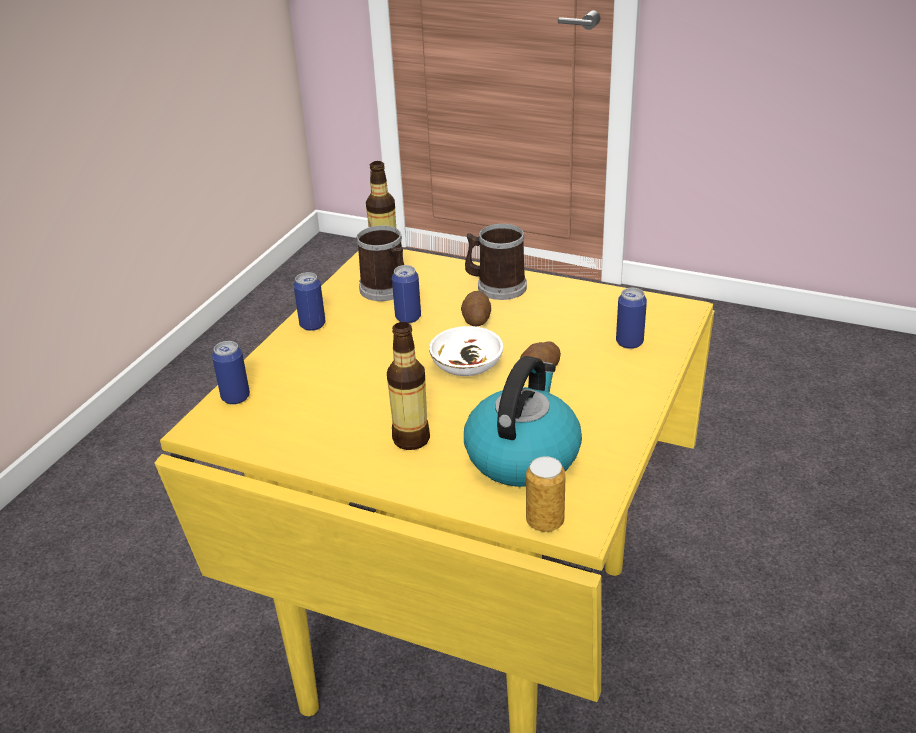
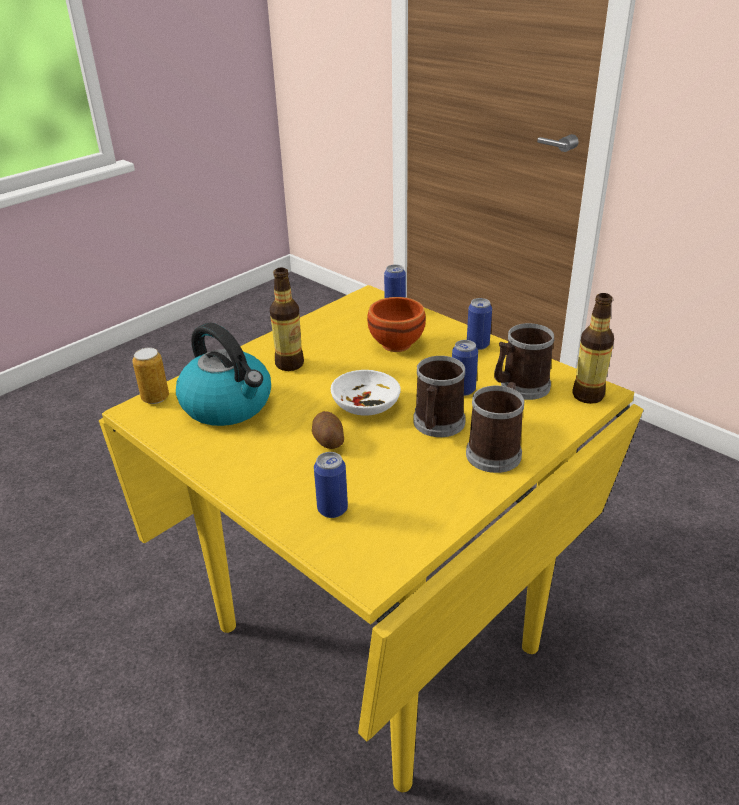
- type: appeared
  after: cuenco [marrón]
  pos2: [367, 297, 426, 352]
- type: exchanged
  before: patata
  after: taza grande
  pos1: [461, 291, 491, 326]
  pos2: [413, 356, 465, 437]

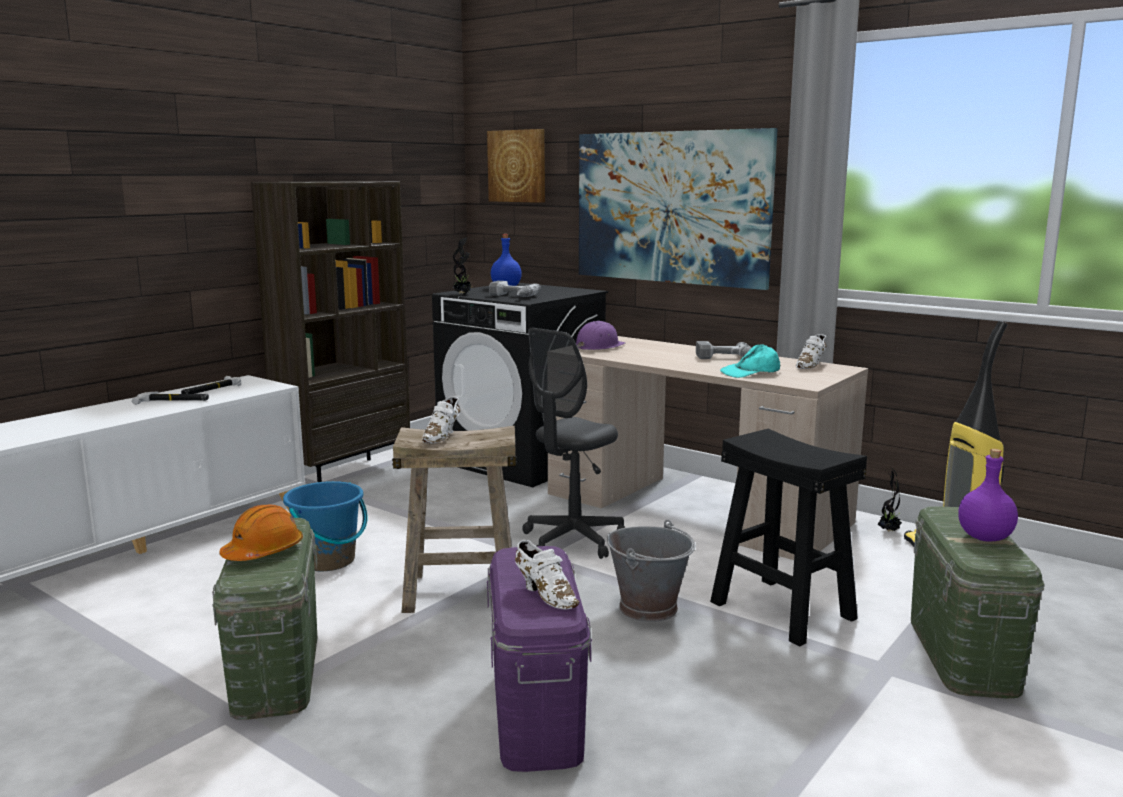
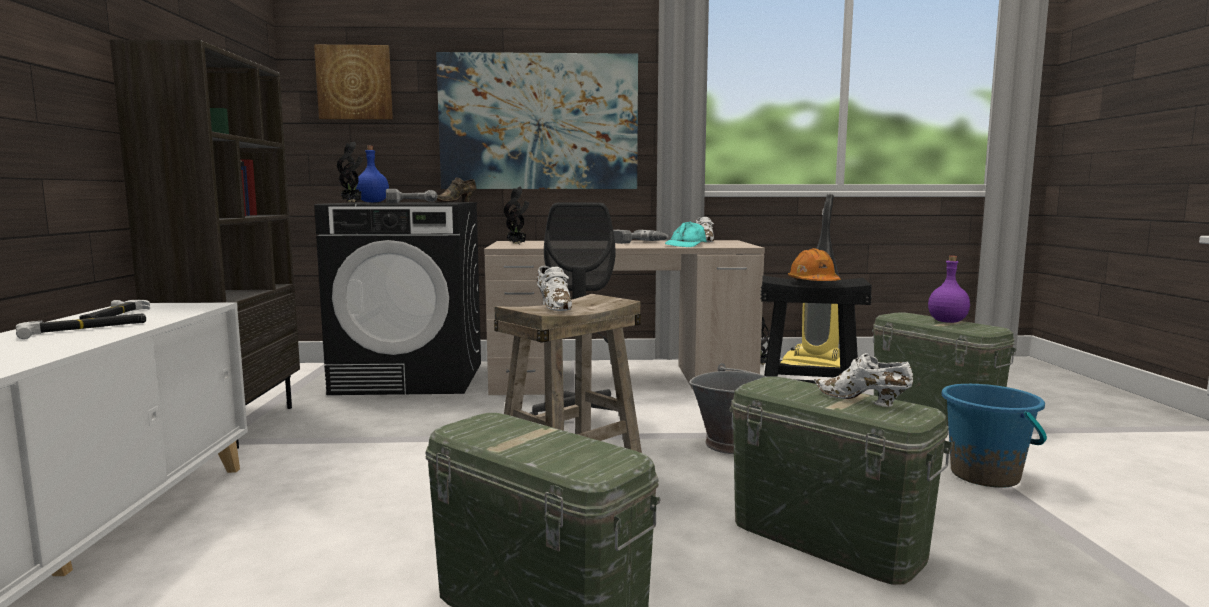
- type: appeared
  after: zapato [marrón]
  pos2: [437, 177, 476, 202]
- type: relocated
  before: casco [naranja]
  pos1: [220, 505, 303, 561]
  pos2: [788, 248, 841, 281]
- type: relocated
  before: cubo [azul]
  pos1: [283, 481, 367, 571]
  pos2: [942, 384, 1047, 488]
- type: exchanged
  before: casco [morado]
  after: planta en maceta
  pos1: [576, 321, 626, 350]
  pos2: [504, 187, 529, 244]
- type: colour
  before: caja de almacenaje [morado]
  after: caja de almacenaje [verde]
  pos1: [487, 546, 592, 772]
  pos2: [729, 376, 953, 585]
- type: spun
  before: zapato [blanco]
  pos1: [515, 540, 579, 610]
  pos2: [814, 353, 913, 407]
  turn: -150

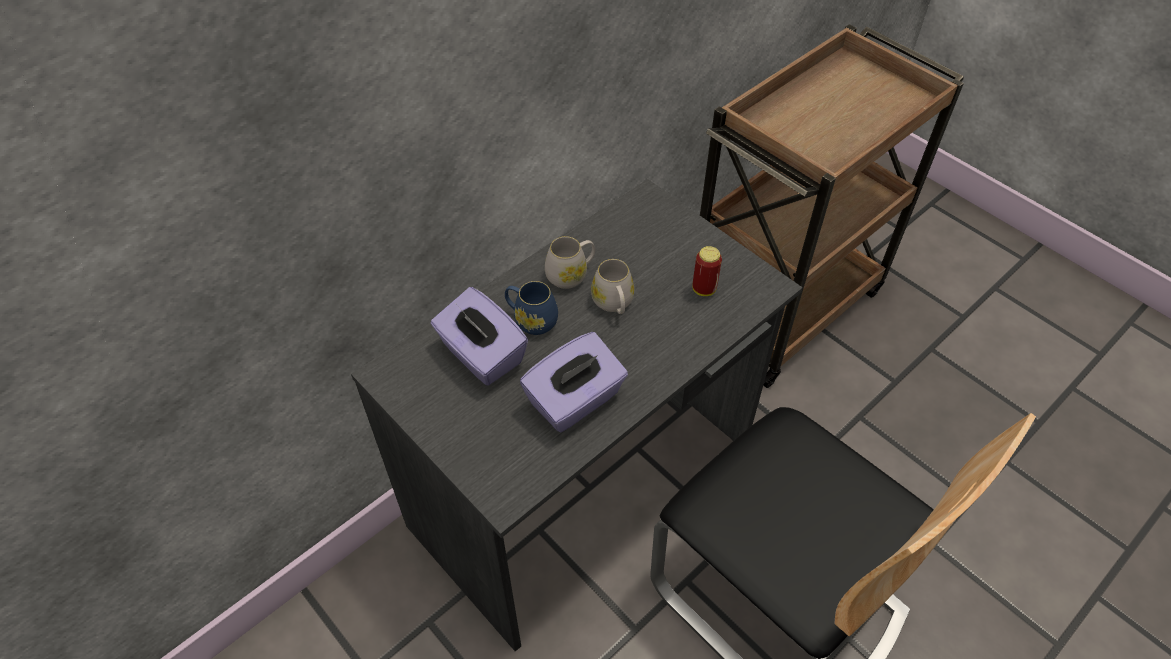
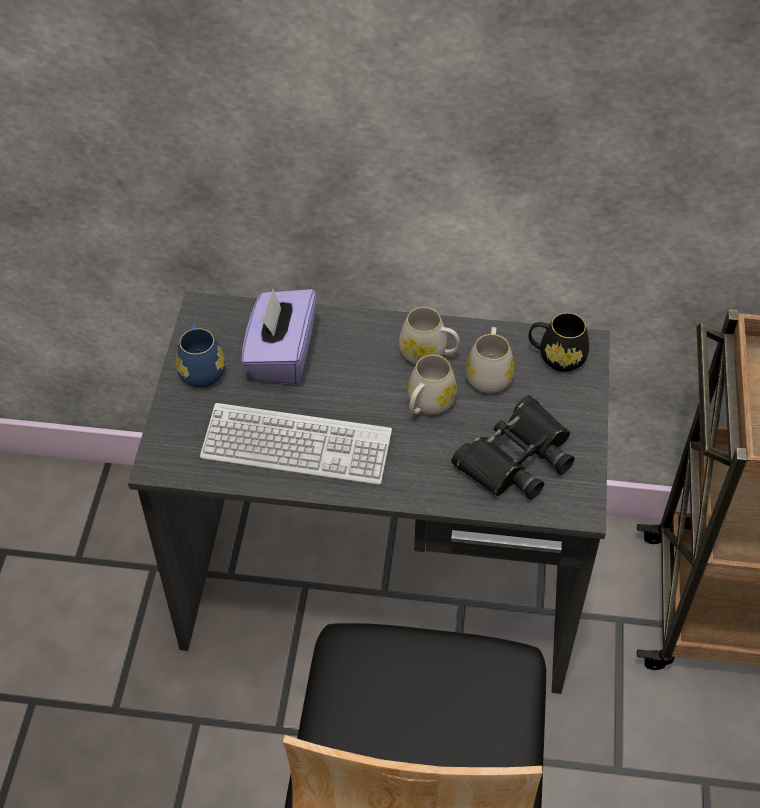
- type: appeared
  after: taza grande [blanco]
  pos2: [466, 327, 515, 393]
- type: appeared
  after: taza grande [negro]
  pos2: [529, 313, 589, 372]
- type: relocated
  before: taza grande [azul]
  pos1: [505, 281, 558, 335]
  pos2: [176, 322, 225, 388]
- type: exchanged
  before: caja de pañuelos [morado]
  after: teclado
  pos1: [520, 332, 628, 432]
  pos2: [200, 403, 392, 485]
- type: exchanged
  before: lata
  after: prismáticos [negro]
  pos1: [692, 246, 722, 296]
  pos2: [451, 395, 574, 500]

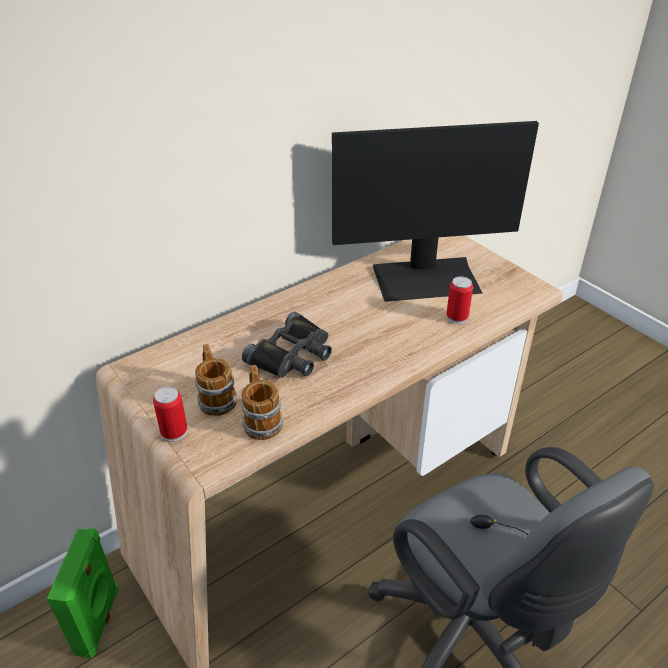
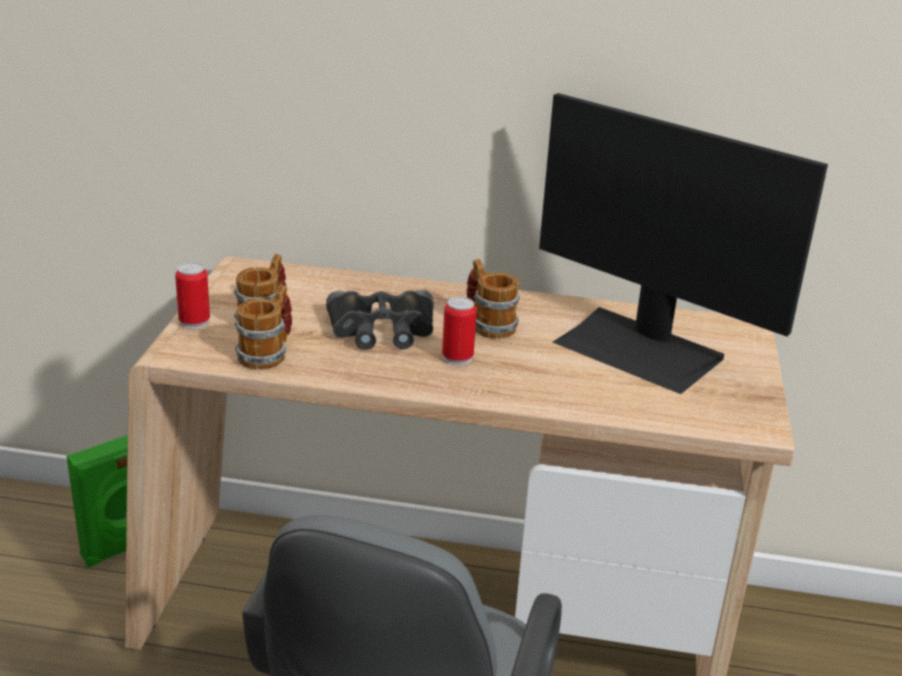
- type: appeared
  after: taza grande
  pos2: [466, 259, 520, 338]
- type: relocated
  before: lata
  pos1: [446, 276, 473, 324]
  pos2: [442, 297, 477, 365]

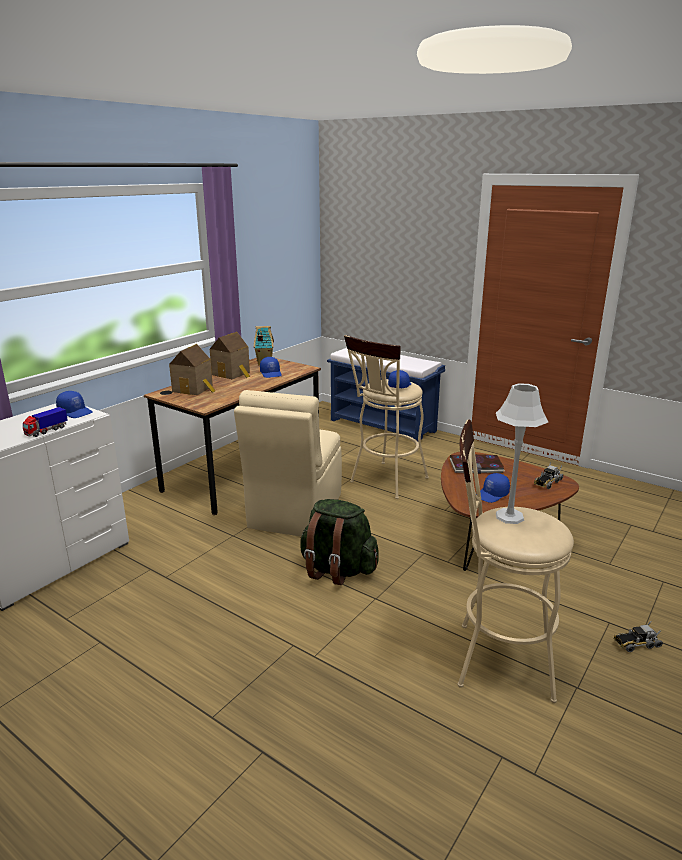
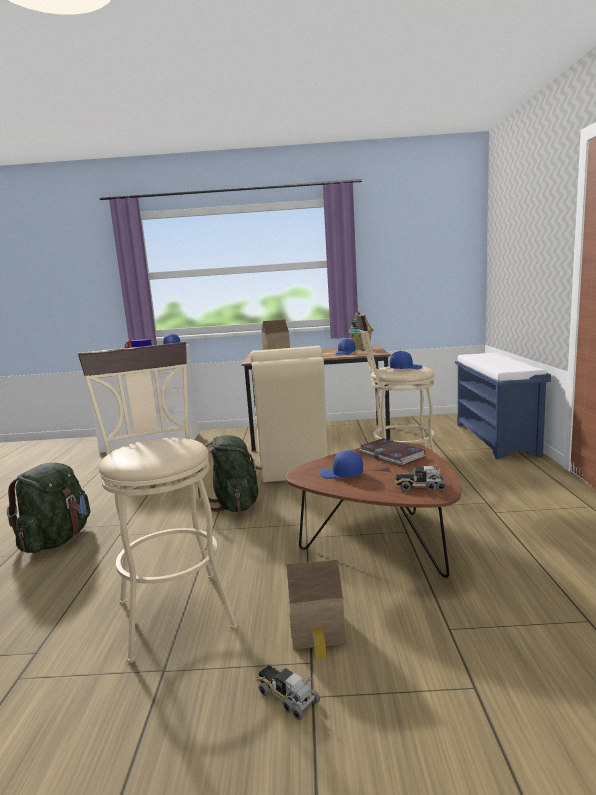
- type: missing
  before: lámpara de mesa [gris]
  pos1: [496, 383, 548, 524]
- type: appeared
  after: mochila [verde]
  pos2: [7, 463, 90, 553]
- type: relocated
  before: casita
  pos1: [210, 332, 250, 379]
  pos2: [287, 559, 345, 660]
- type: spun
  before: silla [beis]
  pos1: [234, 390, 342, 536]
  pos2: [250, 346, 328, 482]
  turn: -75

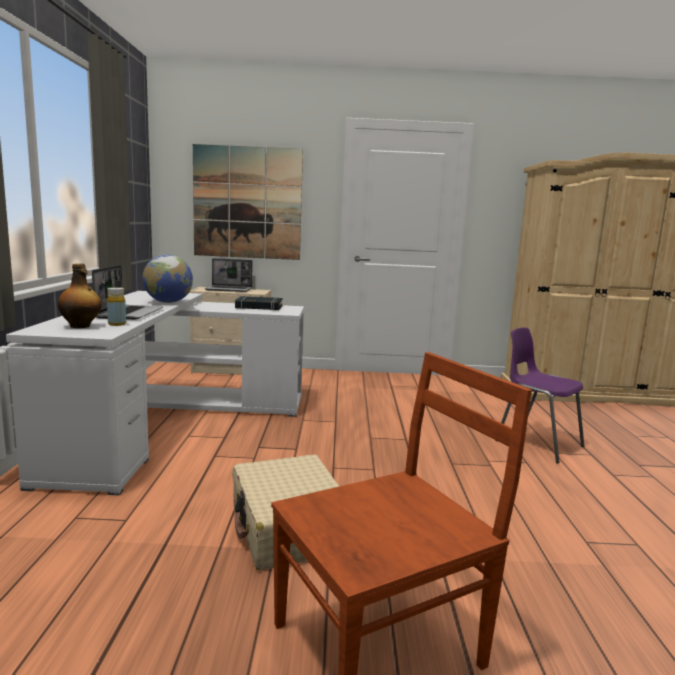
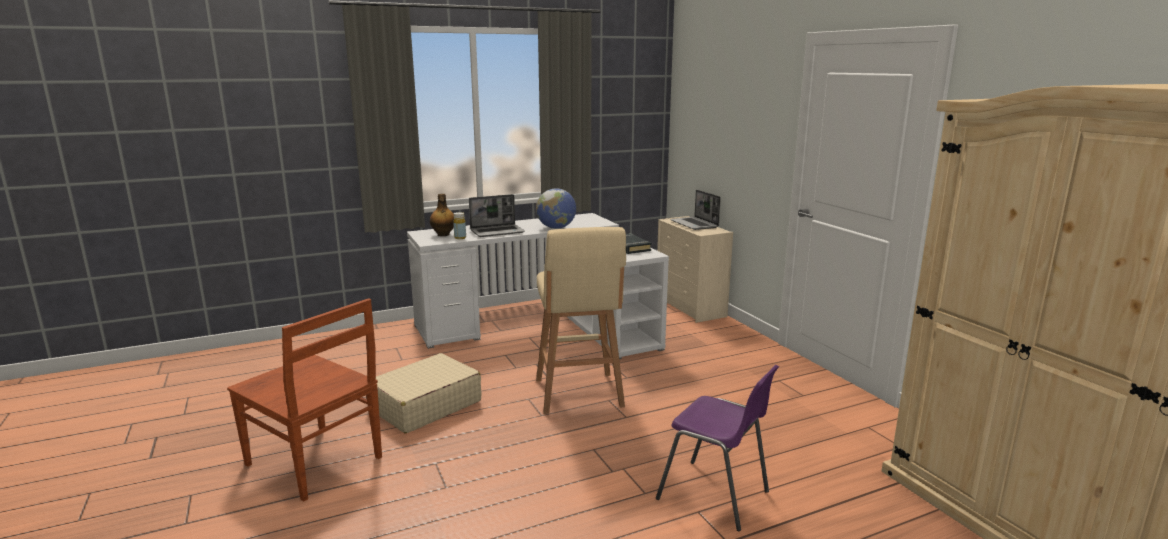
- type: missing
  before: cuadro
  pos1: [193, 144, 303, 260]
- type: appeared
  after: taburete [beis]
  pos2: [536, 227, 626, 414]
- type: spun
  before: silla [morado]
  pos1: [495, 327, 584, 463]
  pos2: [656, 365, 779, 531]
  turn: 105

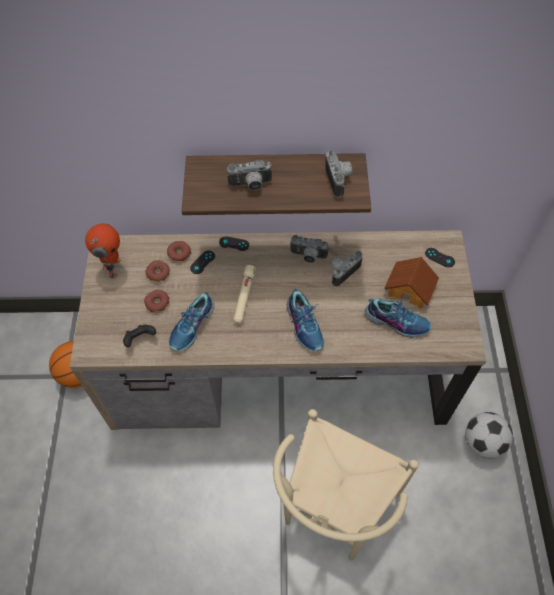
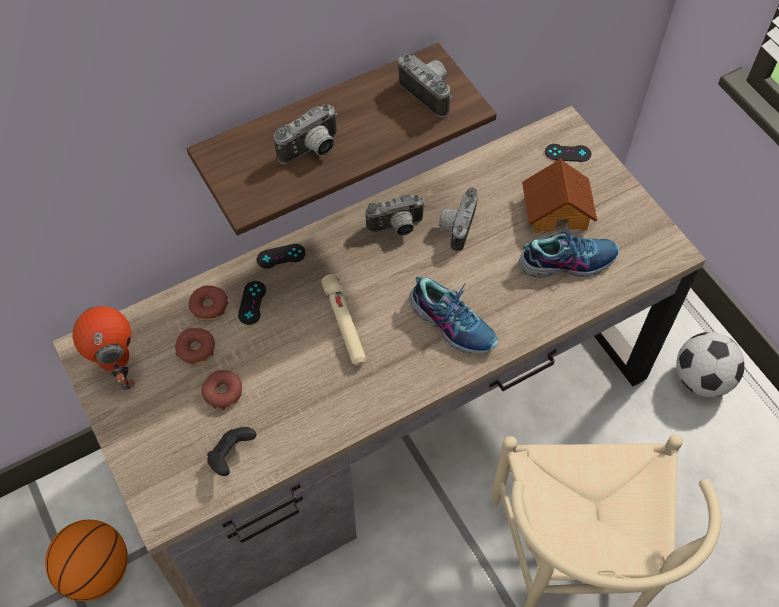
- type: missing
  before: zapato
  pos1: [169, 292, 214, 351]

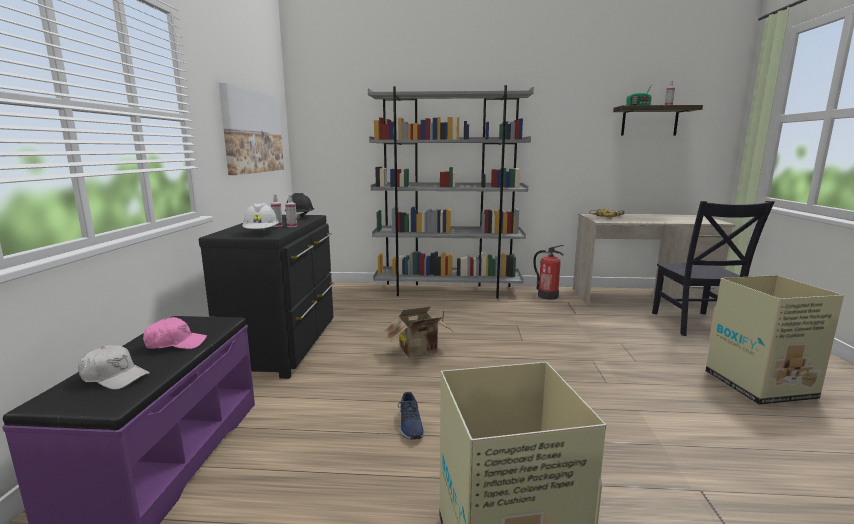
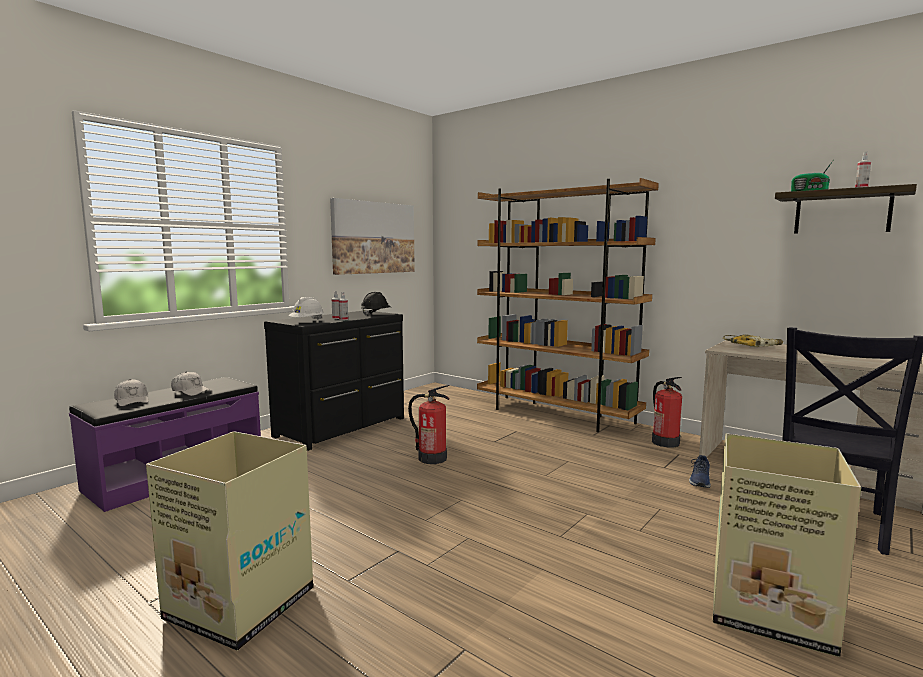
- type: relocated
  before: zapato [azul]
  pos1: [398, 392, 424, 440]
  pos2: [689, 455, 711, 488]
- type: exchanged
  before: caja de cartón
  after: extintor
  pos1: [383, 306, 454, 357]
  pos2: [408, 385, 450, 464]
- type: colour
  before: gorra [rosa]
  after: gorra [blanco]
  pos1: [143, 317, 207, 349]
  pos2: [171, 372, 212, 396]
- type: colour
  before: estantería [gris]
  after: estantería [marrón]
  pos1: [368, 85, 534, 298]
  pos2: [477, 178, 659, 432]

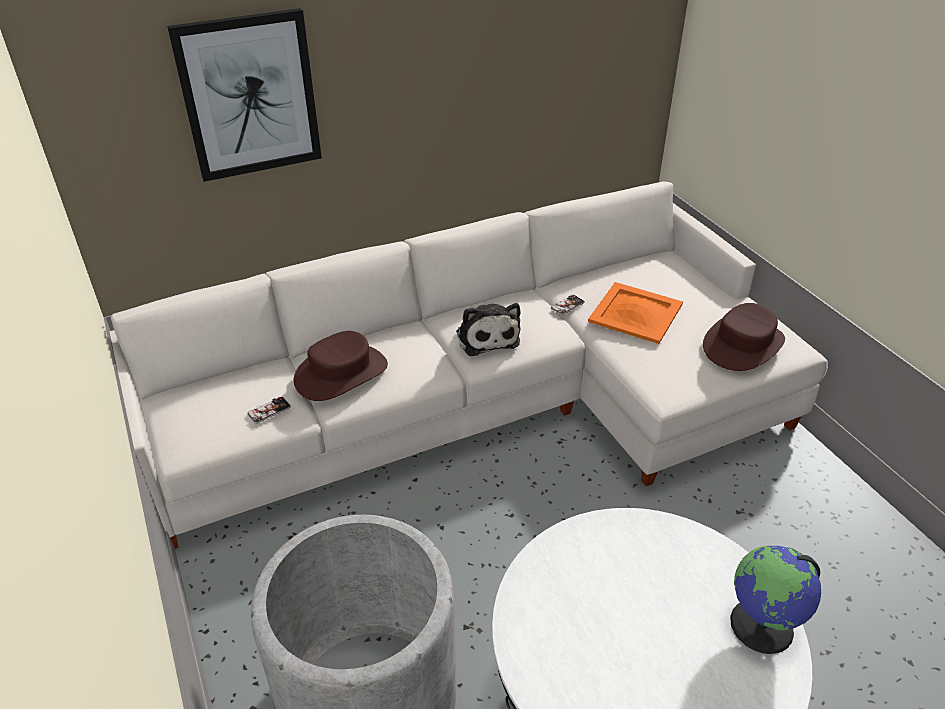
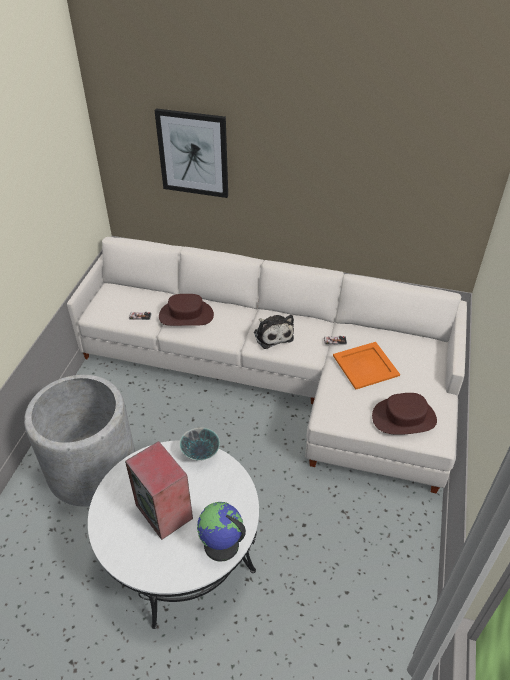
- type: appeared
  after: altavoz
  pos2: [125, 441, 193, 540]
- type: appeared
  after: cuenco
  pos2: [180, 427, 220, 461]
- type: spun
  before: peluche
  pos1: [456, 303, 520, 357]
  pos2: [254, 315, 294, 349]
  turn: -45

